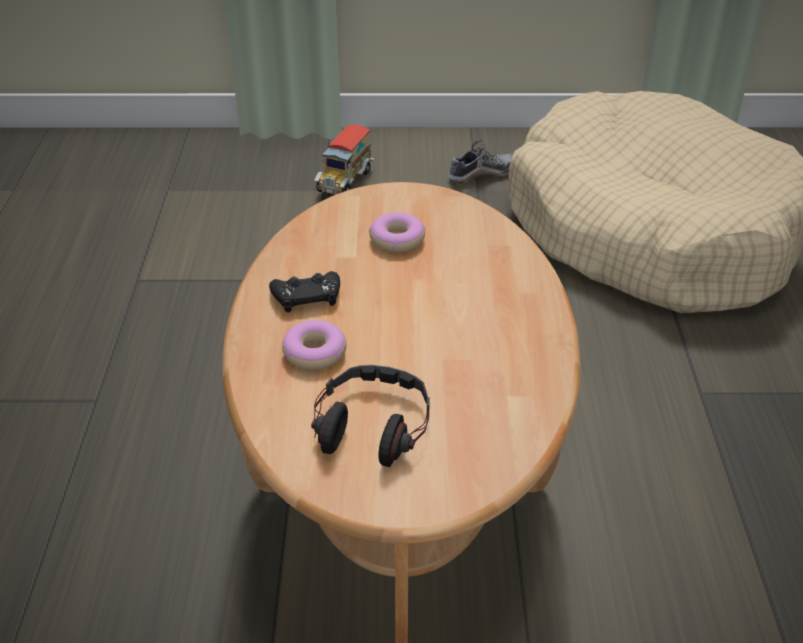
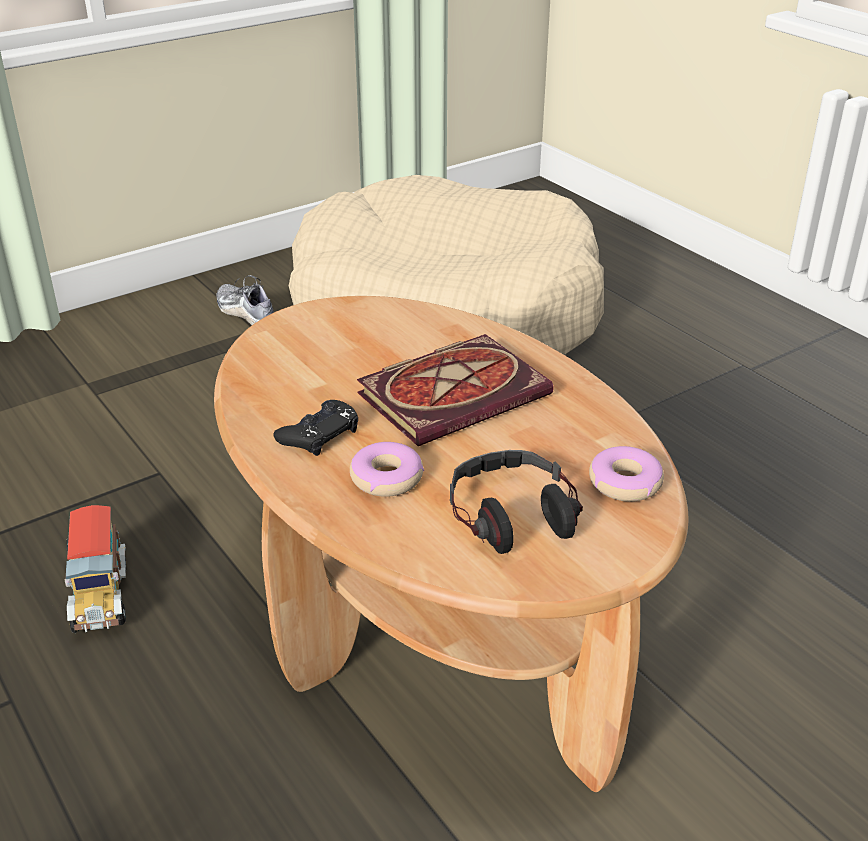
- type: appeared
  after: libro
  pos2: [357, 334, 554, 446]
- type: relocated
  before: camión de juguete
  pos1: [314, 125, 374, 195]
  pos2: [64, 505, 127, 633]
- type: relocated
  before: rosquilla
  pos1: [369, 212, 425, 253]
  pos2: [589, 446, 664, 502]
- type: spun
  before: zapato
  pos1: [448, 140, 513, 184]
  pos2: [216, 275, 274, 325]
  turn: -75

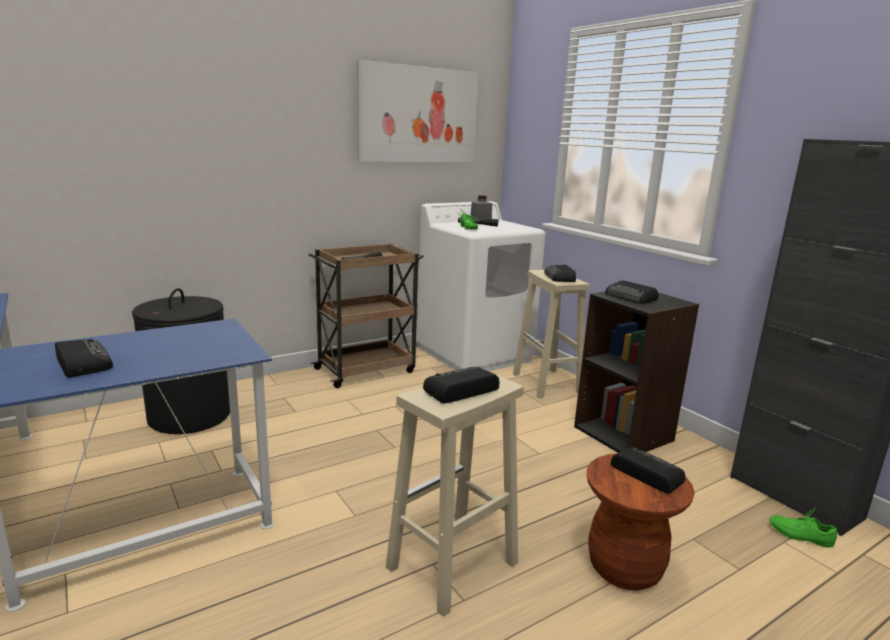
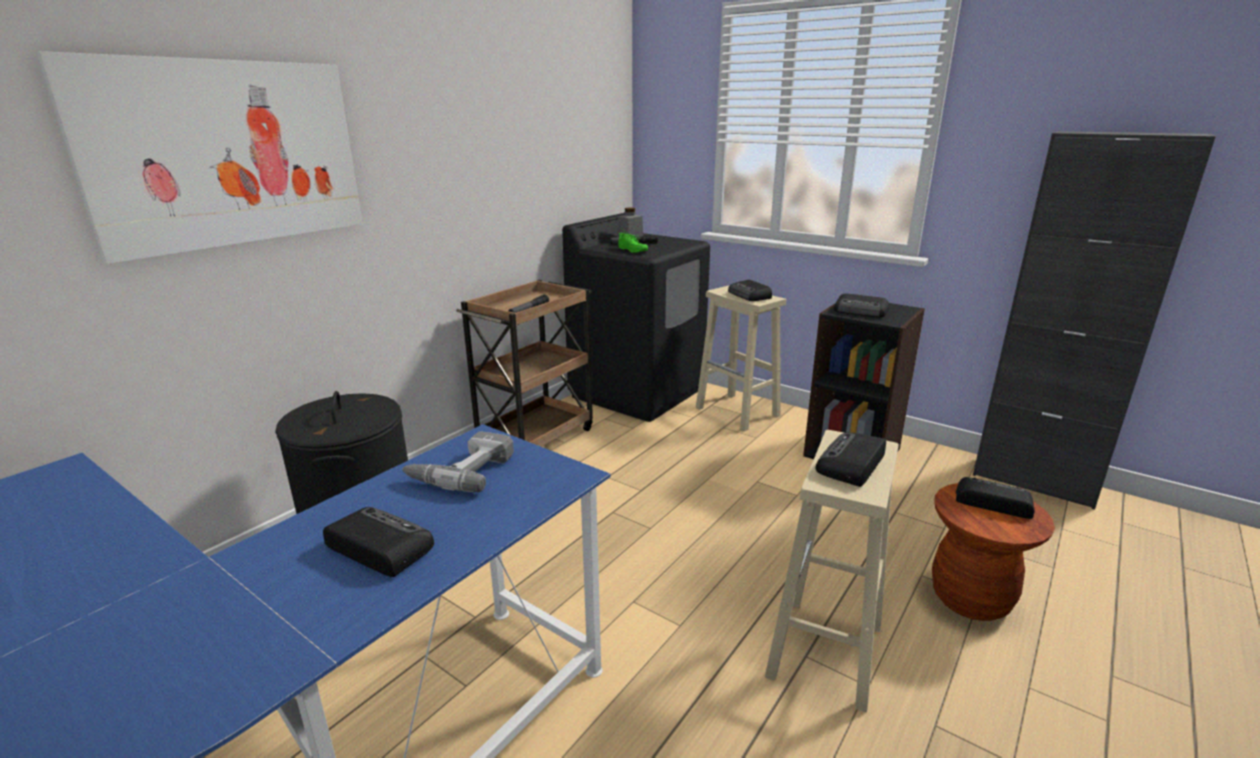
- type: missing
  before: zapato [verde]
  pos1: [770, 508, 837, 548]
- type: appeared
  after: taladro
  pos2: [402, 431, 514, 492]
- type: relocated
  before: cuadro
  pos1: [357, 60, 479, 162]
  pos2: [35, 51, 363, 264]
- type: colour
  before: lavadora [blanco]
  after: lavadora [negro]
  pos1: [416, 201, 546, 371]
  pos2: [562, 213, 710, 422]

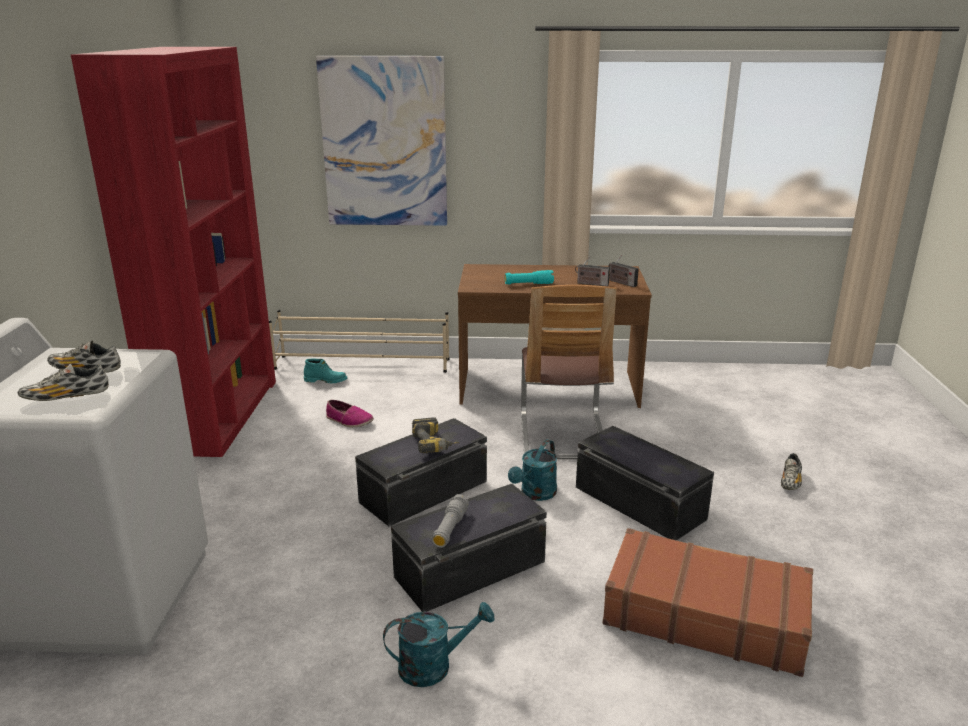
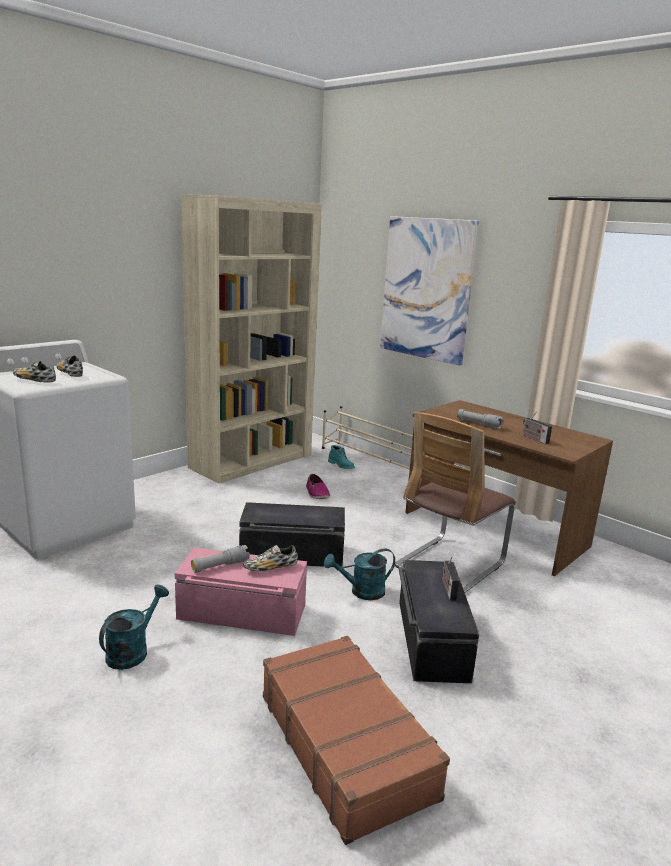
- type: missing
  before: taladro
  pos1: [412, 417, 460, 453]
- type: relocated
  before: radio
  pos1: [608, 255, 639, 287]
  pos2: [442, 557, 459, 601]
- type: relocated
  before: zapato
  pos1: [781, 453, 802, 490]
  pos2: [243, 545, 298, 572]
- type: colour
  before: estantería [rojo]
  after: estantería [beis]
  pos1: [71, 47, 276, 457]
  pos2: [181, 194, 322, 484]
- type: colour
  before: caja de almacenaje [negro]
  after: caja de almacenaje [rosa]
  pos1: [391, 483, 547, 612]
  pos2: [175, 547, 307, 636]
- type: colour
  before: linterna [turquesa]
  after: linterna [gris]
  pos1: [505, 270, 554, 285]
  pos2: [457, 409, 504, 429]
- type: spun
  before: regadera [turquesa]
  pos1: [383, 602, 494, 687]
  pos2: [99, 585, 169, 670]
  turn: -90

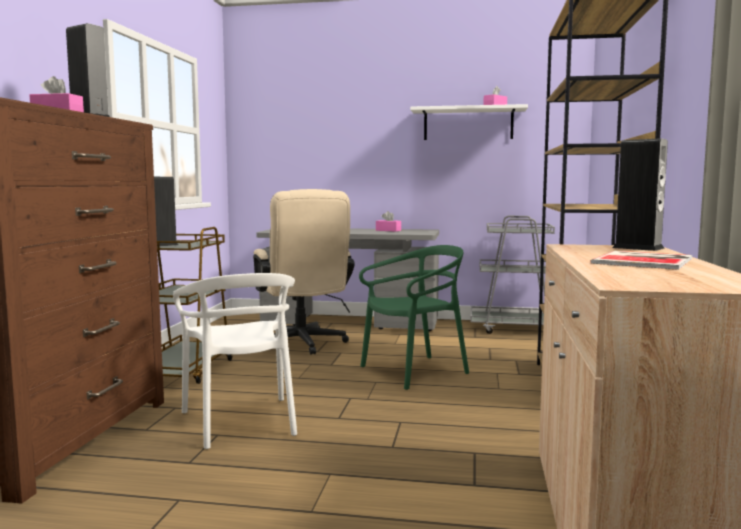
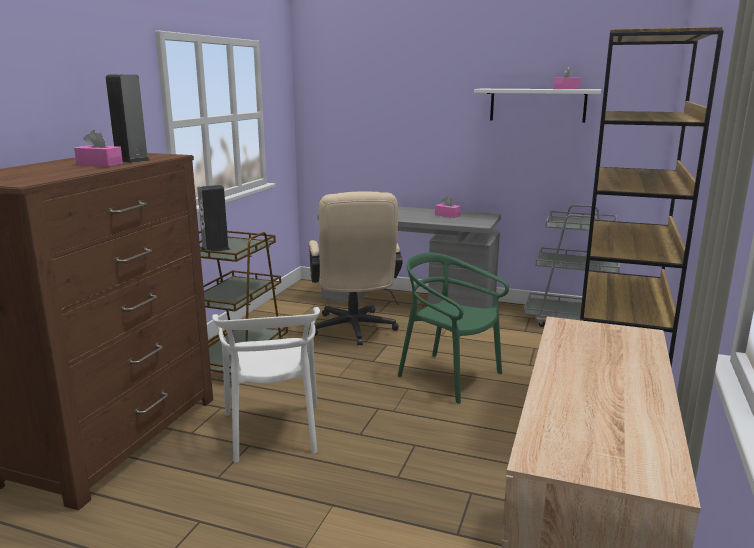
- type: missing
  before: libro
  pos1: [590, 251, 692, 270]
- type: missing
  before: altavoz
  pos1: [612, 138, 668, 251]
- type: spun
  before: silla [verde]
  pos1: [359, 245, 469, 390]
  pos2: [398, 252, 509, 404]
  turn: -120

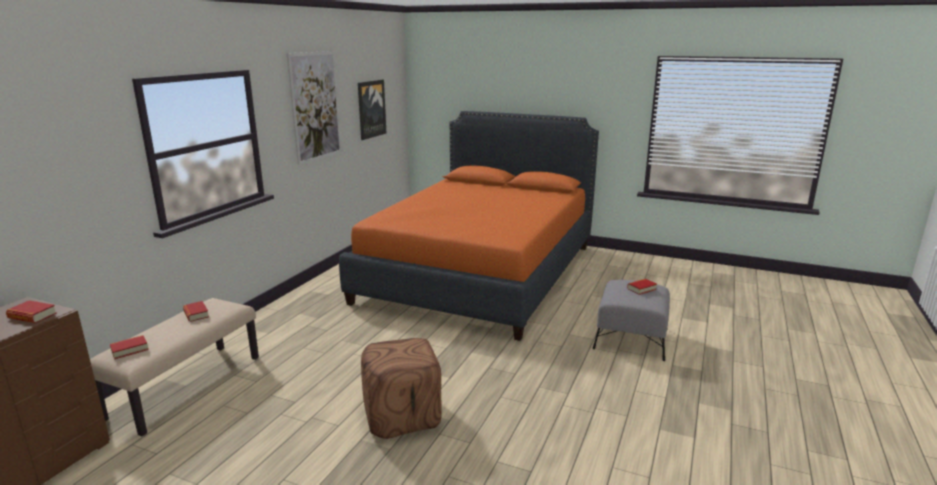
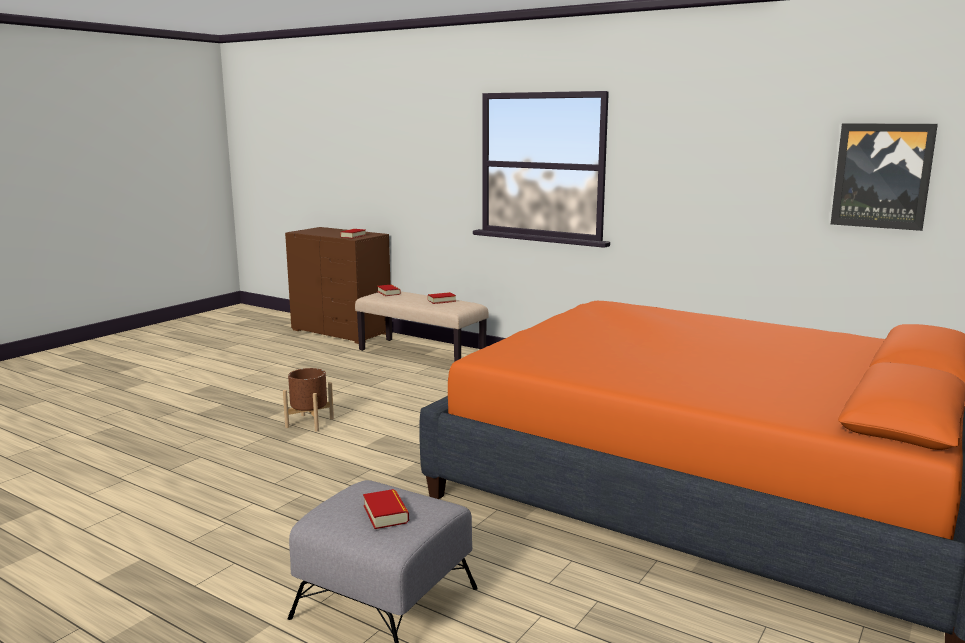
- type: missing
  before: cuadro
  pos1: [287, 51, 342, 165]
- type: exchanged
  before: puf [marrón]
  after: maceta [marrón]
  pos1: [361, 338, 442, 439]
  pos2: [283, 368, 334, 432]

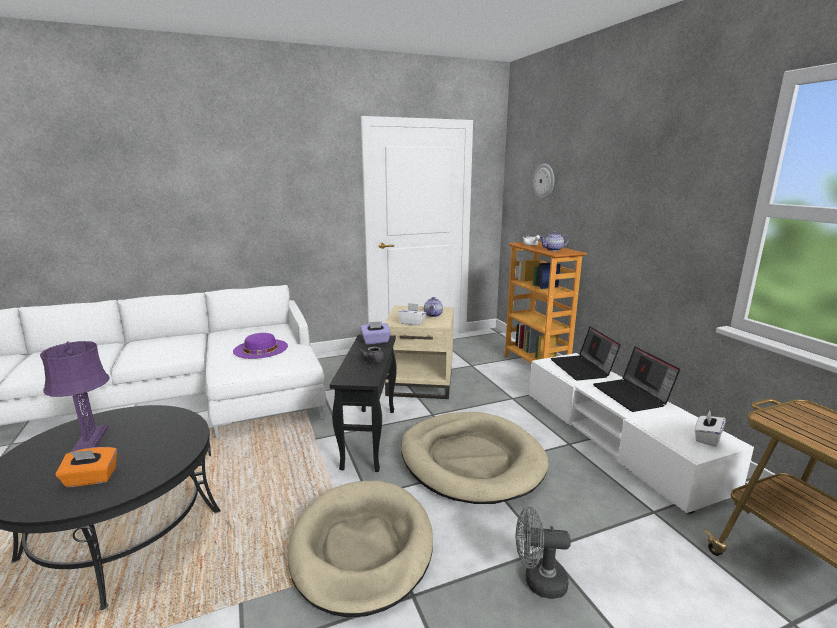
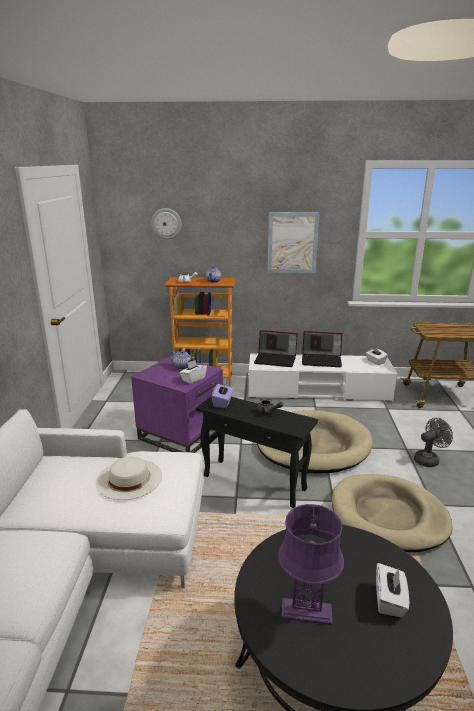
- type: appeared
  after: cuadro
  pos2: [268, 212, 320, 273]
- type: colour
  before: caja de pañuelos [naranja]
  after: caja de pañuelos [blanco]
  pos1: [55, 447, 117, 487]
  pos2: [376, 563, 409, 617]
- type: colour
  before: sombrero [morado]
  after: sombrero [blanco]
  pos1: [233, 333, 288, 359]
  pos2: [96, 457, 162, 500]
- type: colour
  before: mesa auxiliar [beis]
  after: mesa auxiliar [morado]
  pos1: [385, 306, 454, 399]
  pos2: [131, 356, 223, 453]
- type: spun
  before: ventilador [gris]
  pos1: [516, 507, 571, 599]
  pos2: [414, 418, 453, 467]
  turn: -150

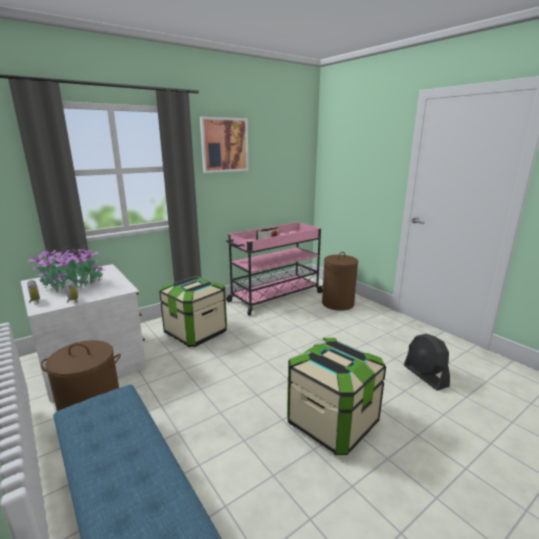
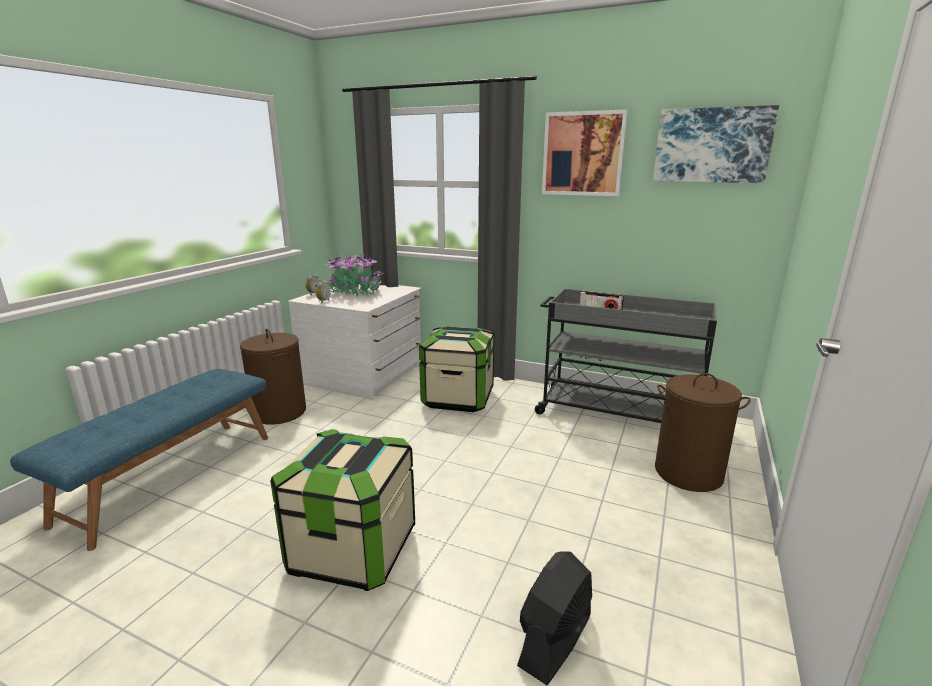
- type: appeared
  after: cuadro
  pos2: [653, 105, 779, 183]
- type: colour
  before: carrito [rosa]
  after: carrito [gris]
  pos1: [226, 222, 323, 316]
  pos2: [535, 289, 717, 423]

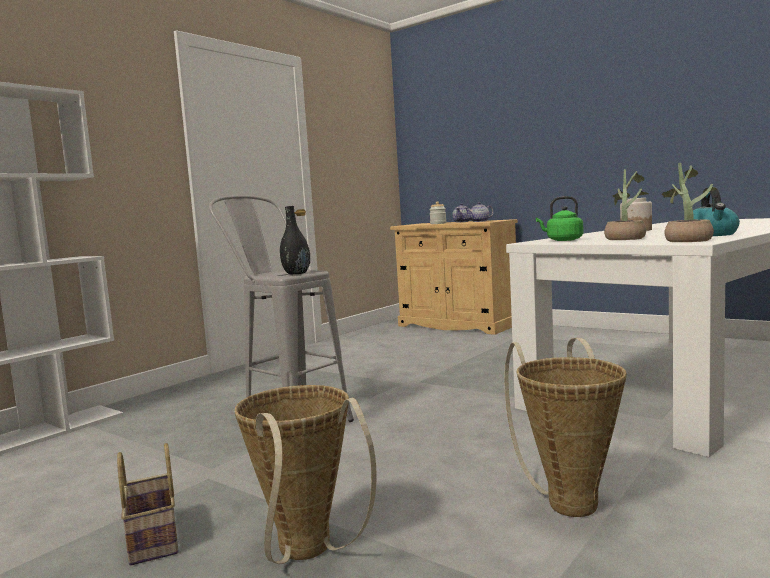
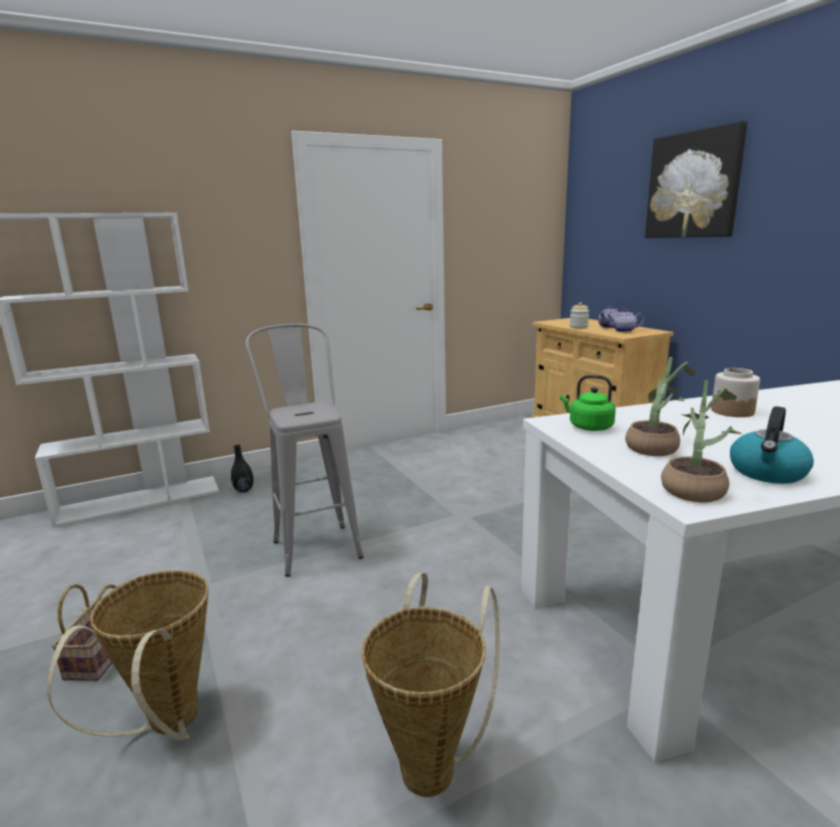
- type: appeared
  after: cuadro
  pos2: [645, 121, 747, 238]
- type: relocated
  before: florero [negro]
  pos1: [280, 206, 310, 274]
  pos2: [231, 445, 254, 492]

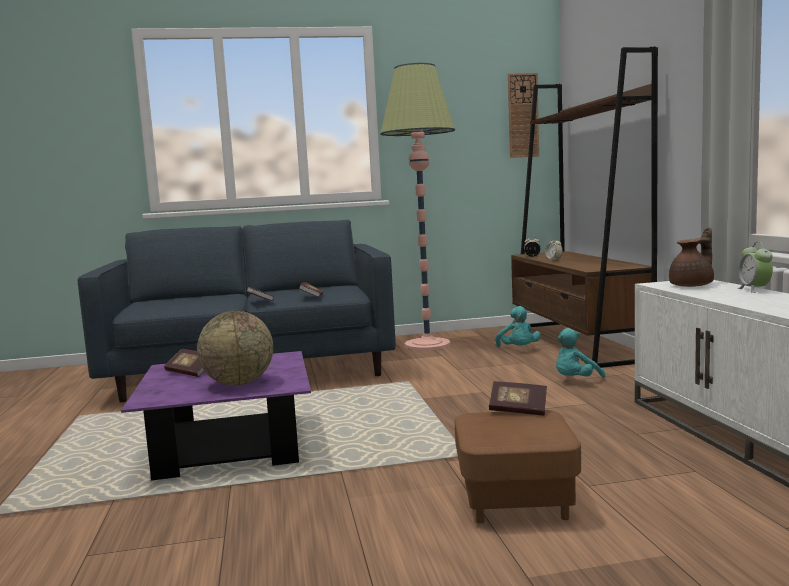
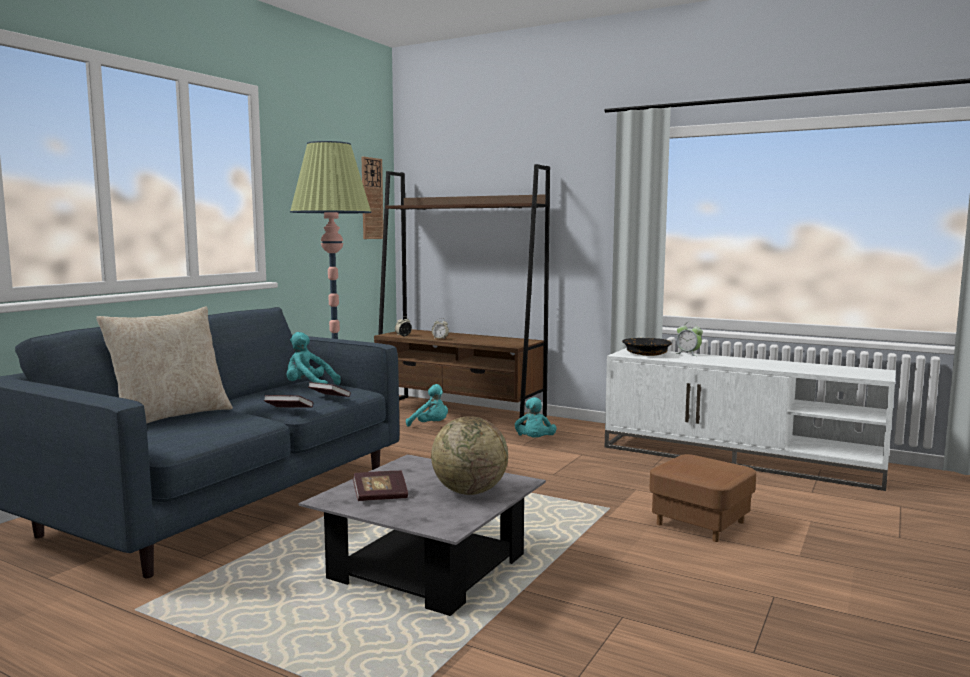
- type: missing
  before: libro
  pos1: [489, 381, 547, 416]
- type: appeared
  after: cojín [beis]
  pos2: [96, 307, 233, 424]
- type: appeared
  after: peluche [turquesa]
  pos2: [286, 332, 341, 385]
- type: exchanged
  before: tetera [marrón]
  after: cuenco [negro]
  pos1: [669, 227, 714, 287]
  pos2: [622, 338, 672, 356]
- type: colour
  before: mesa de centro [morado]
  after: mesa de centro [gris]
  pos1: [121, 351, 311, 481]
  pos2: [299, 454, 546, 616]

